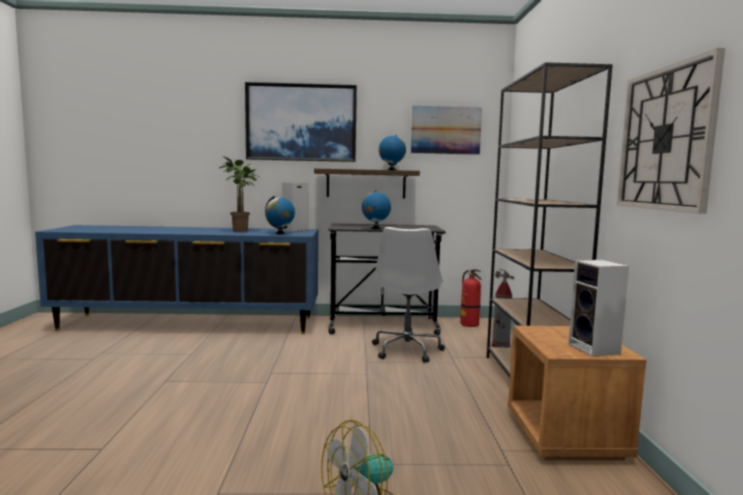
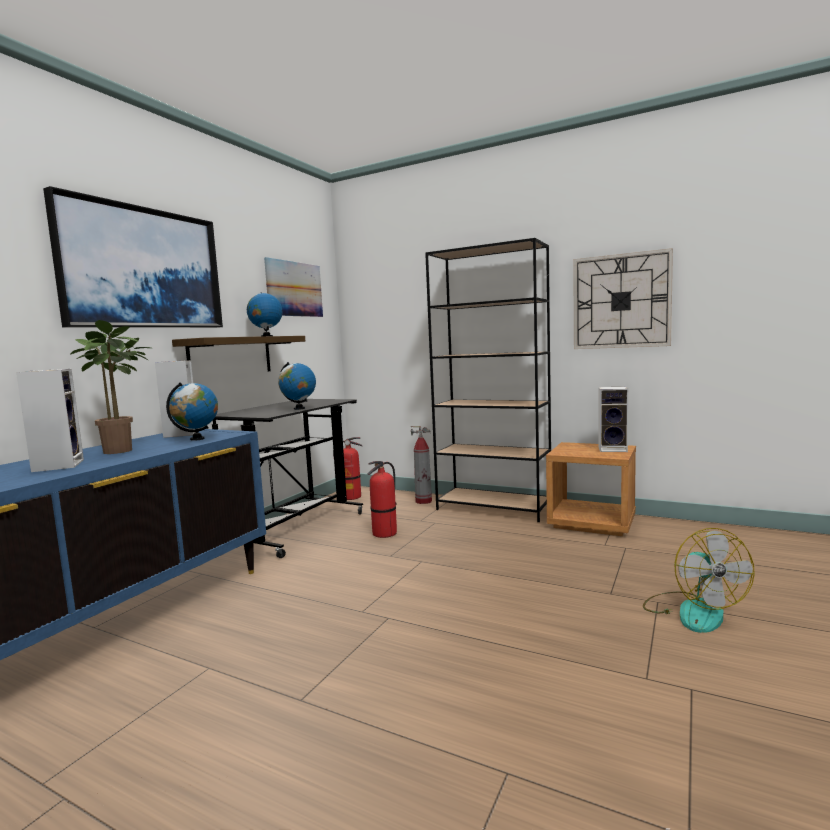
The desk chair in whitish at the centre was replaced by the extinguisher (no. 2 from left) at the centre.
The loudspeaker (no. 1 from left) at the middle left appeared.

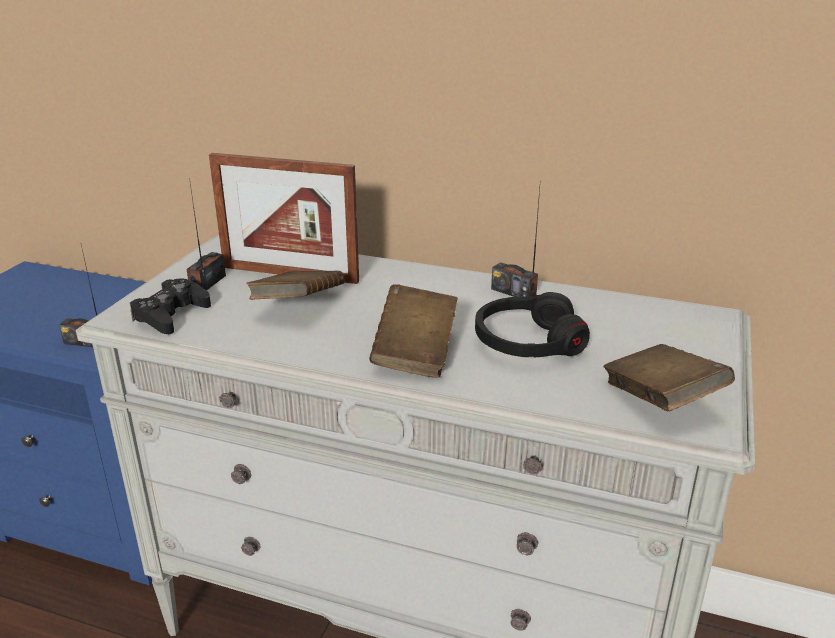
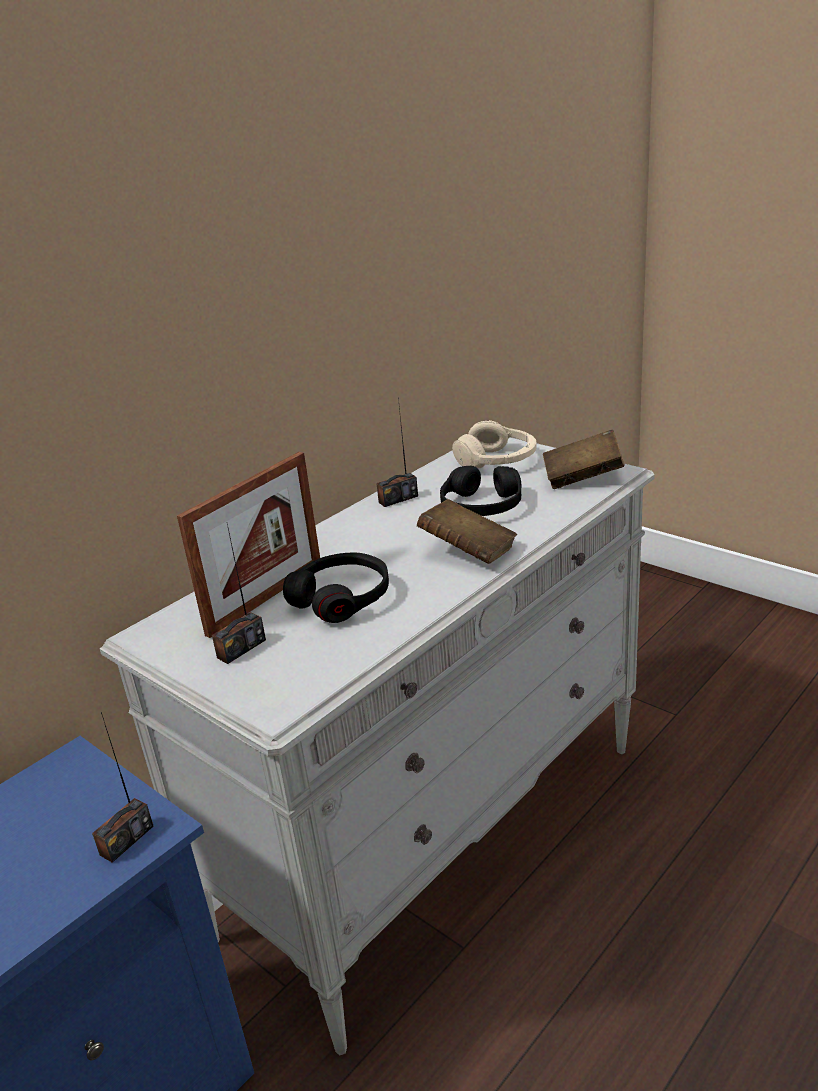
The radio receiver (no. 2 from left) at the middle left turned 90 degrees counterclockwise.
The book in brown-coloured (no. 1 from left) at the centre was replaced by the headset in black (no. 1 from left) at the centre.
The gamepad in black at the middle left disappeared.
The headset in sand-coloured at the centre appeared.

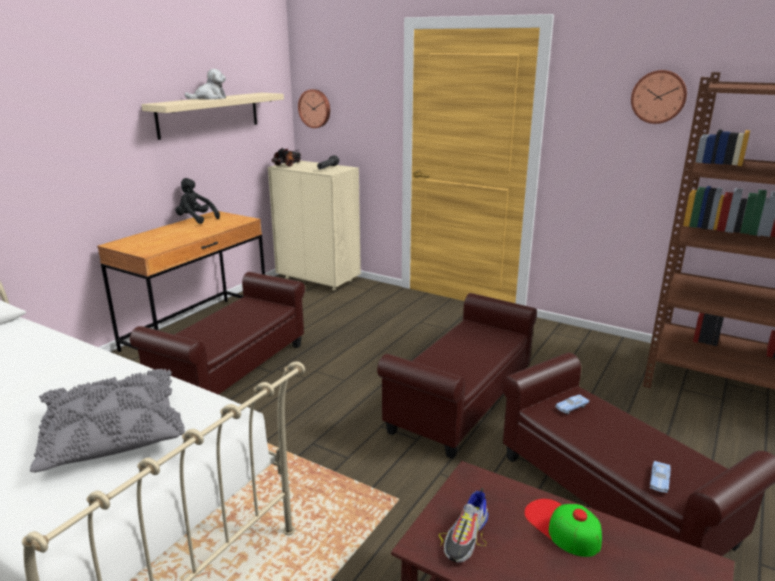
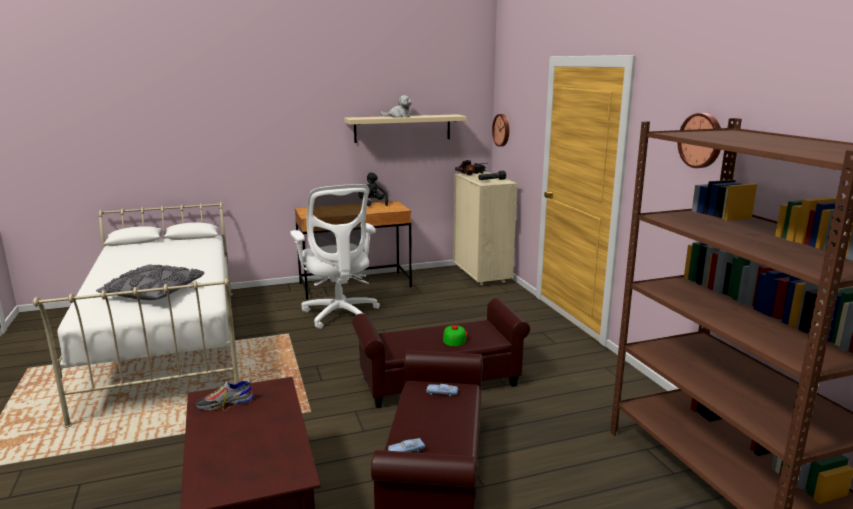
The pouffe in brown-coloured (no. 1 from left) at the middle left was replaced by the desk chair in whitish at the centre.
The peaked cap moved from the bottom right to the centre.

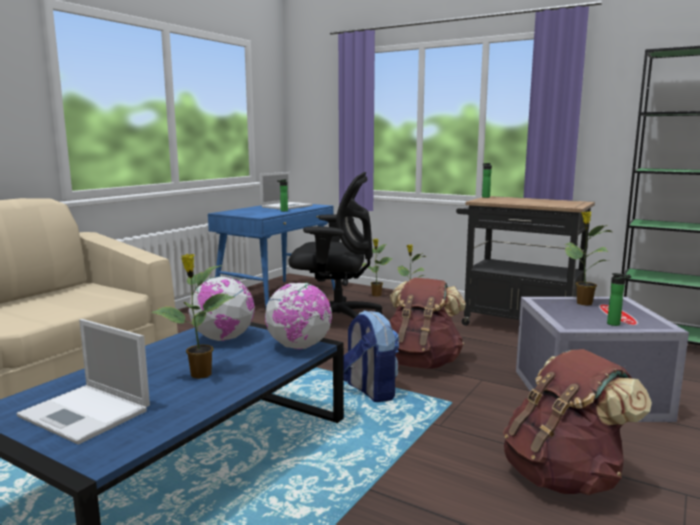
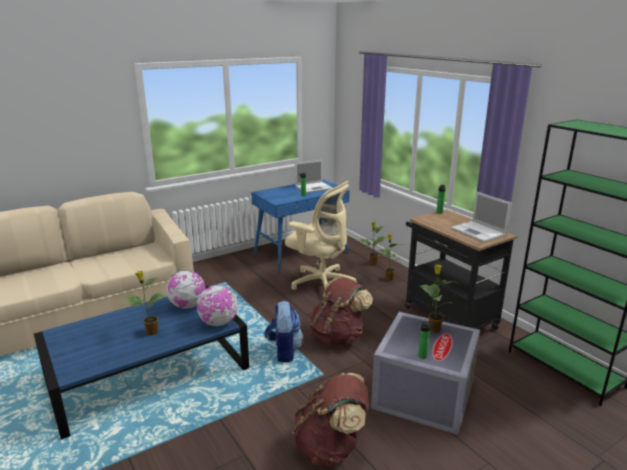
The desk chair in black at the centre became the desk chair in sand-coloured at the centre.
The laptop (no. 1 from left in the first image) moved from the bottom left to the middle right.

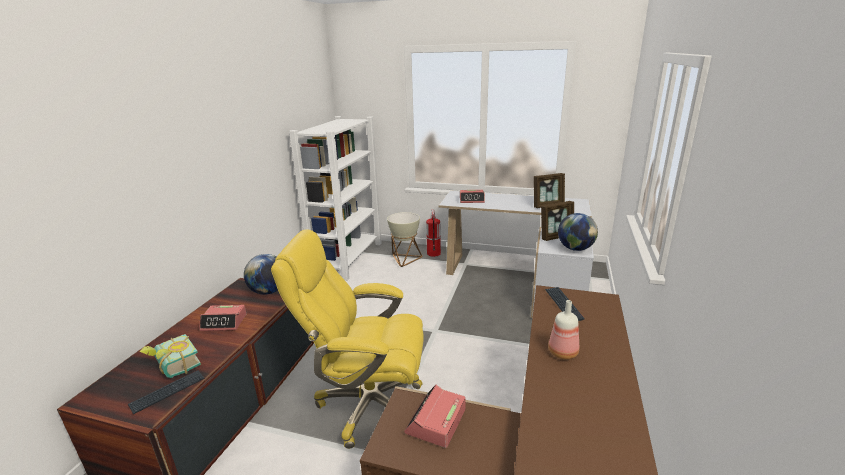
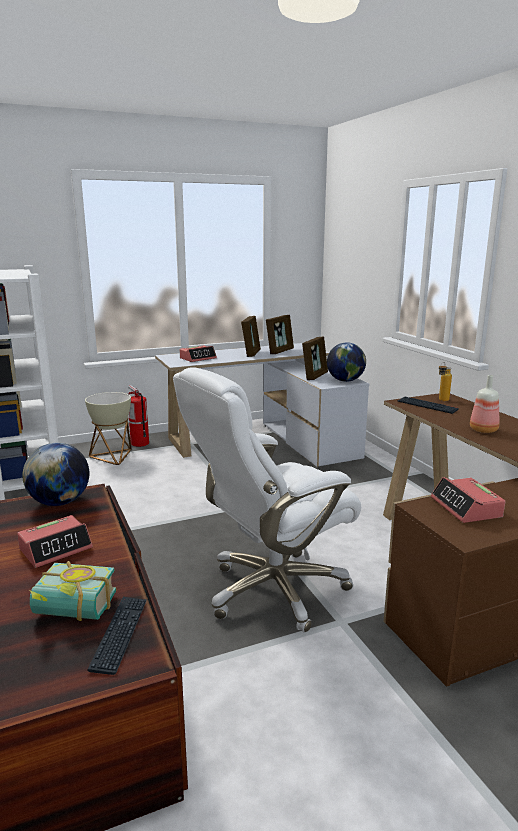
The desk chair in yellow-coloured at the bottom centre became the desk chair in whitish at the centre.
The standing frame (no. 1 from left) at the centre appeared.
The beverage bottle (no. 1 from left) at the middle right appeared.

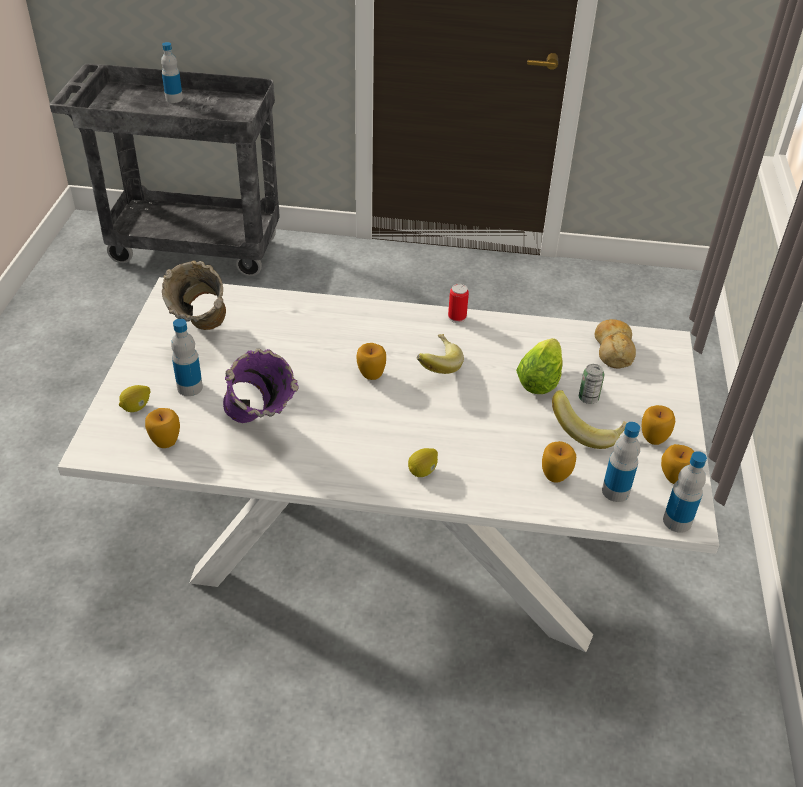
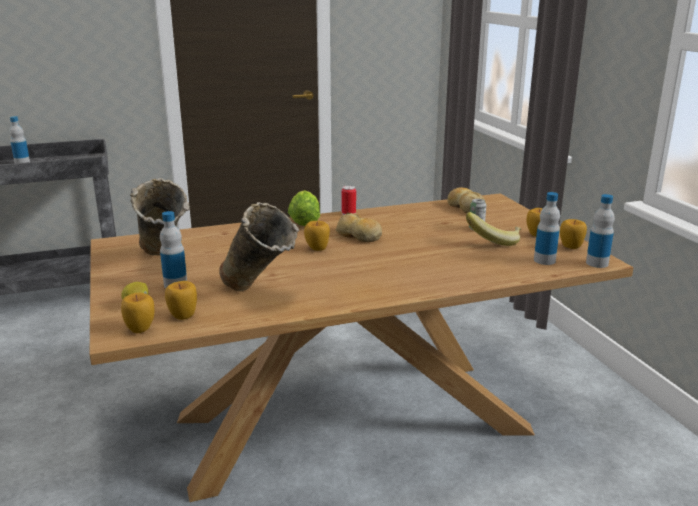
The dining table in whitish at the centre became the dining table in brown-coloured at the bottom centre.
The whole banana (no. 1 from left) at the centre was replaced by the bread (no. 1 from left) at the centre.
The head of lettuce moved from the middle right to the centre.
The vase in purple at the middle left became the vase in sand-coloured (no. 2 from left) at the centre.
The apple fruit (no. 3 from left in the first image) moved from the middle right to the middle left.
The citrus fruit (no. 2 from left) at the centre disappeared.

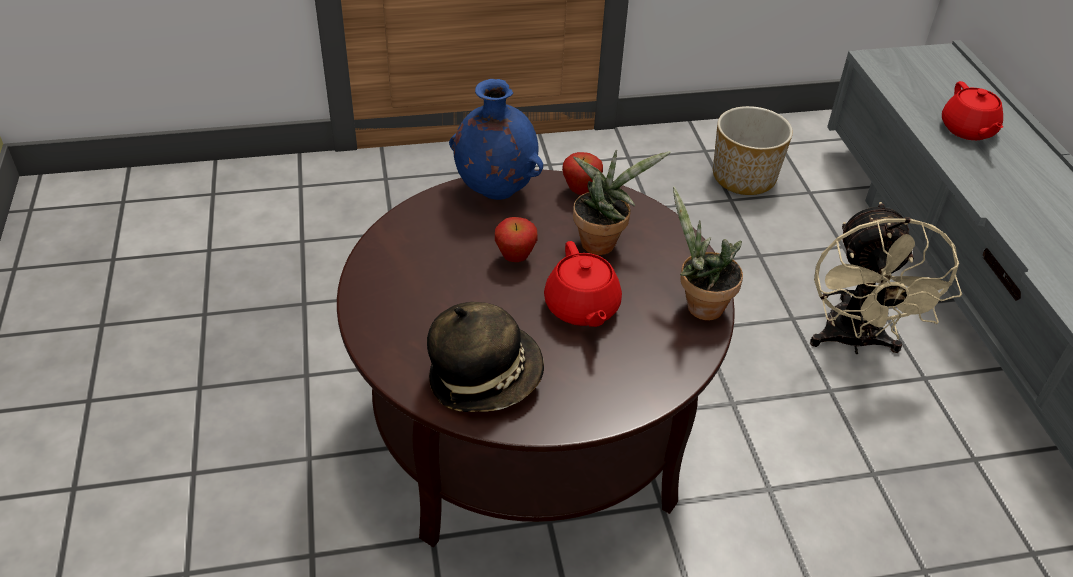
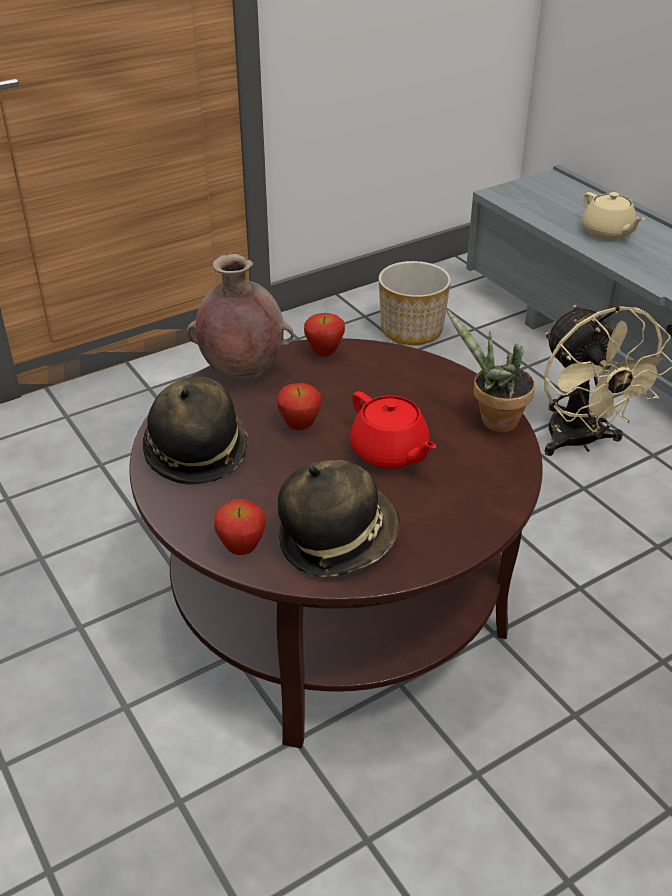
The vase in blue-coloured at the top centre became the vase in brown-coloured at the centre.
The pot for tea in reddish (no. 2 from left) at the top right became the pot for tea in sand-coloured at the top right.
The houseplant (no. 1 from left) at the centre disappeared.
The wearable hat (no. 1 from left) at the middle left appeared.
The apple fruit (no. 1 from left) at the centre appeared.

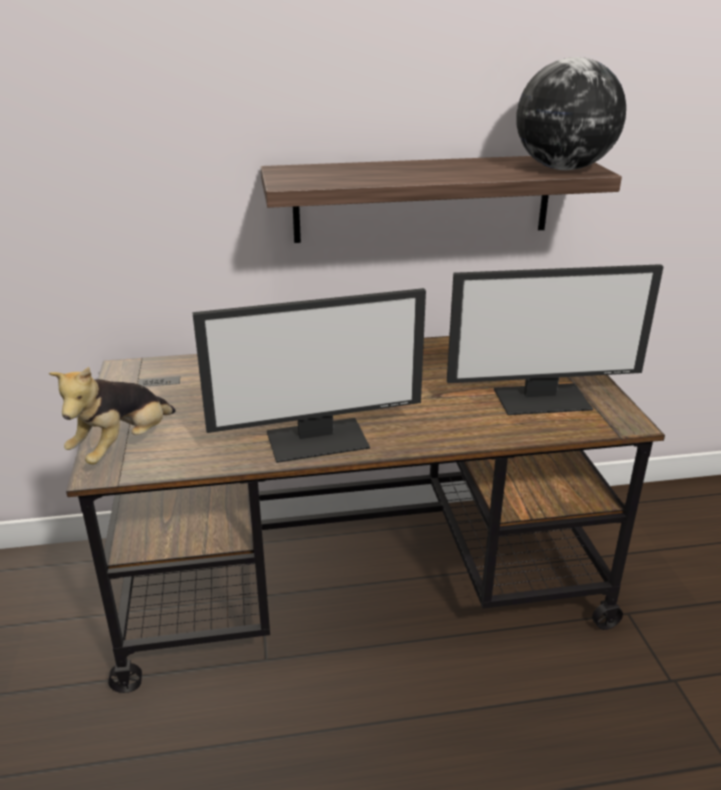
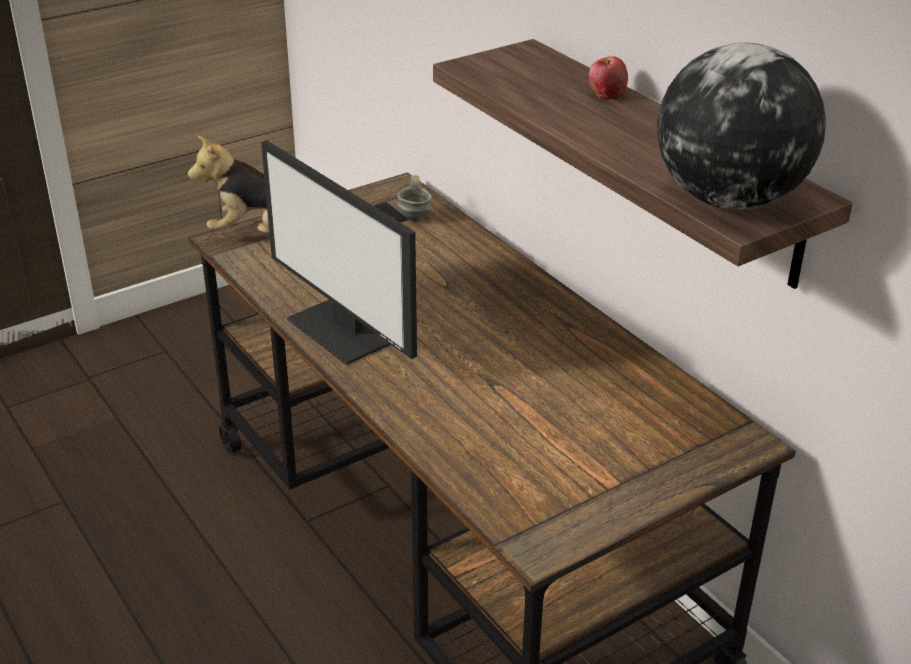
The monitor (no. 2 from left) at the middle right disappeared.
The apple fruit at the top right appeared.
The mug in grey at the top centre appeared.

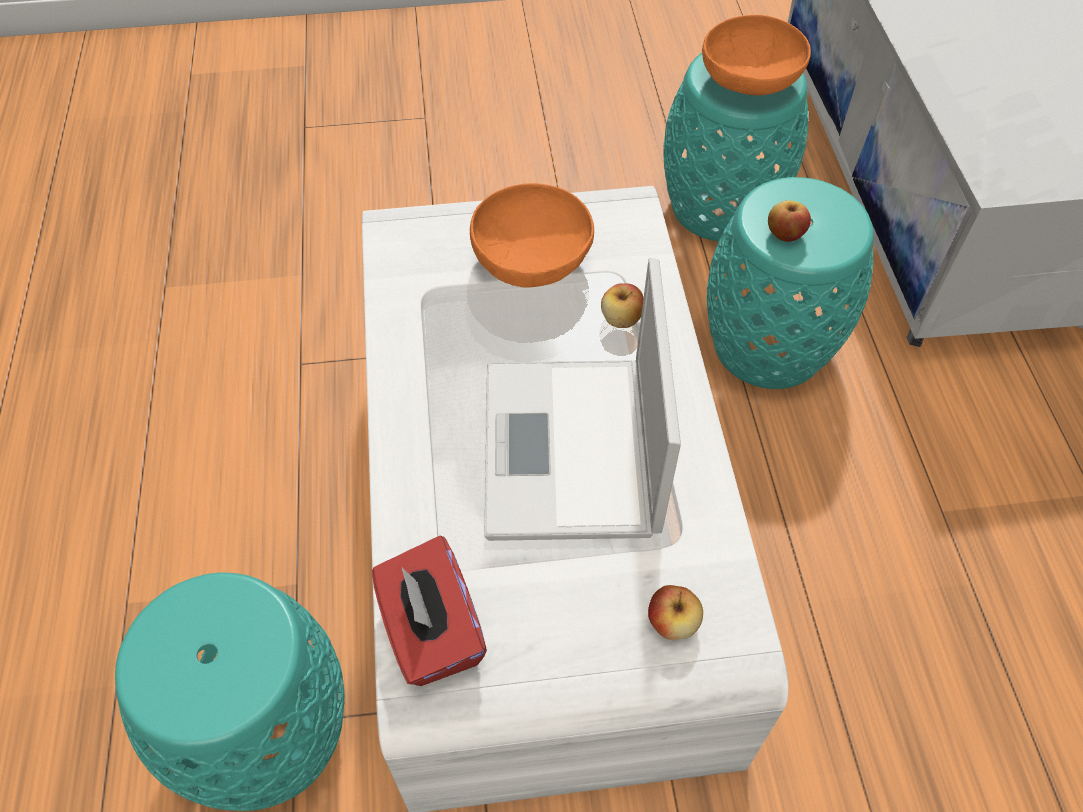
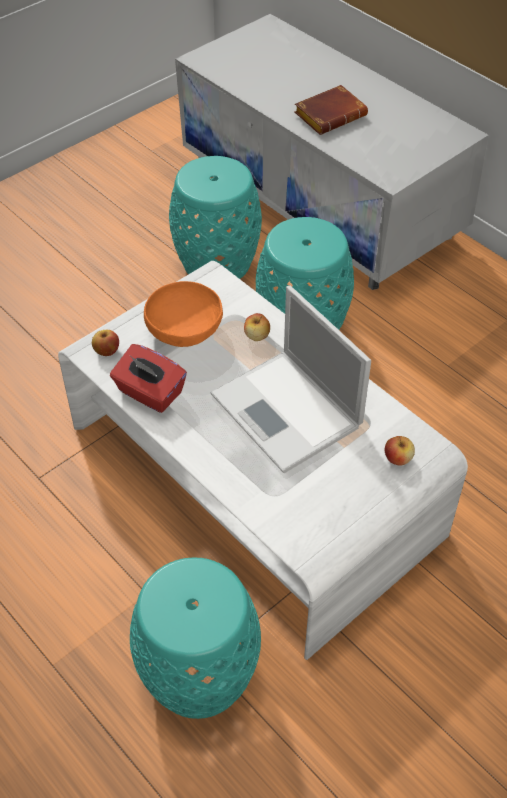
The deep dish in orangey (no. 2 from left) at the top right disappeared.
The apple fruit (no. 3 from left in the first image) moved from the top right to the middle left.
The box of tissues in reddish moved from the bottom centre to the middle left.
The book in brown-coloured at the top centre appeared.

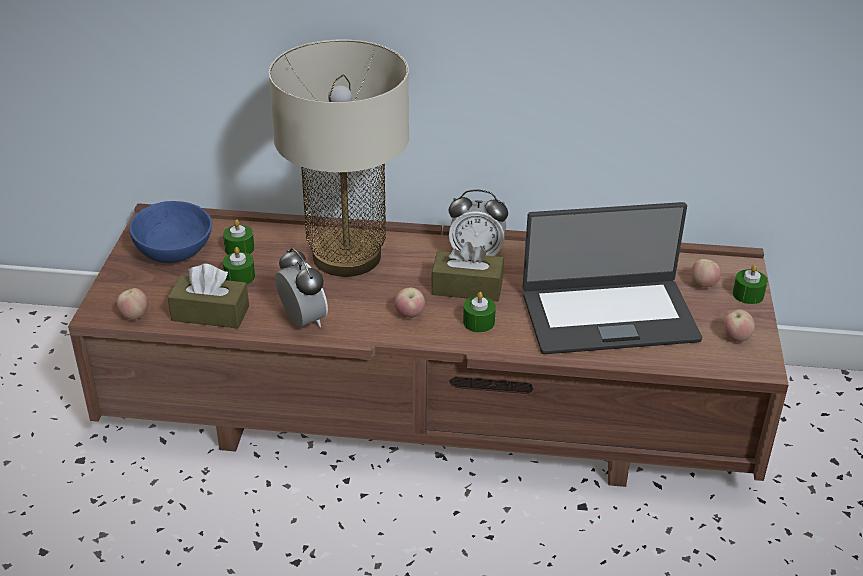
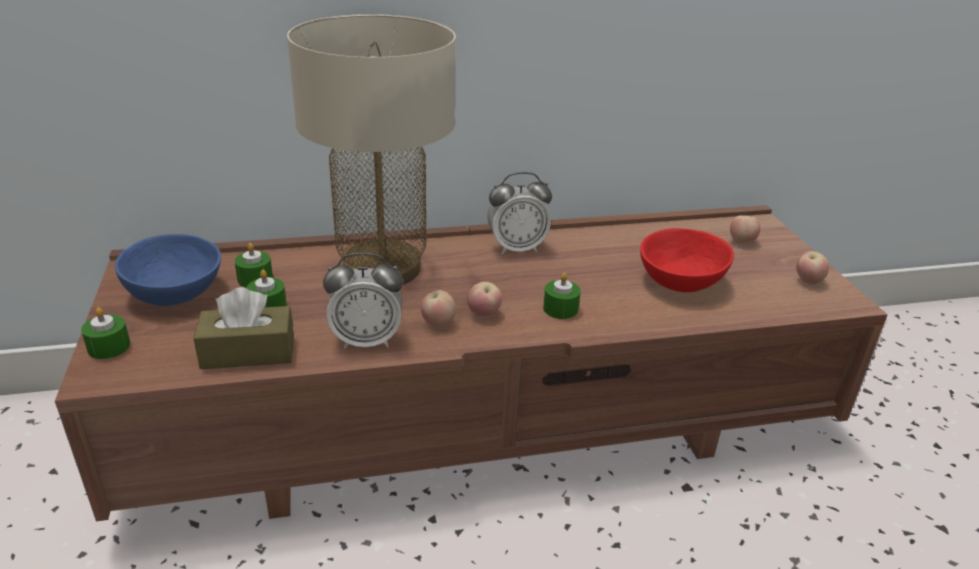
The laptop at the middle right was replaced by the deep dish in reddish at the middle right.
The box of tissues in brown-coloured (no. 2 from left) at the centre disappeared.
The alarm clock (no. 1 from left) at the centre turned 135 degrees clockwise.
The wax candle in green-coloured (no. 4 from left in the first image) moved from the middle right to the middle left.
The apple fruit (no. 1 from left) moved from the middle left to the centre.

